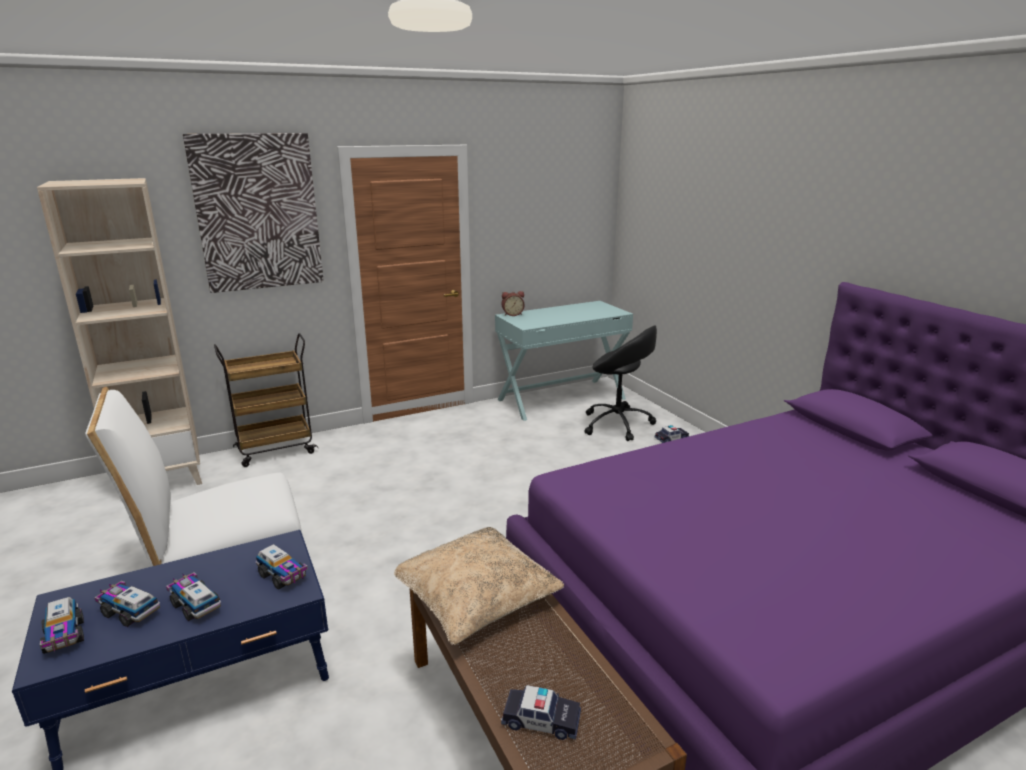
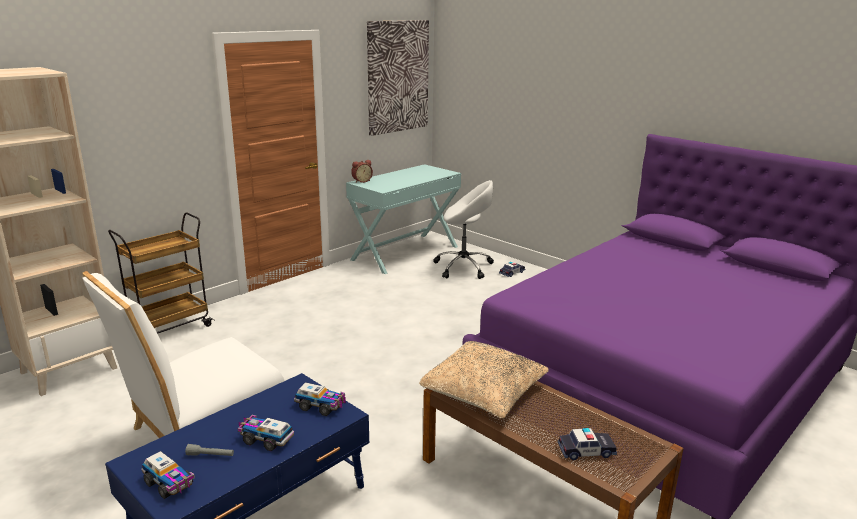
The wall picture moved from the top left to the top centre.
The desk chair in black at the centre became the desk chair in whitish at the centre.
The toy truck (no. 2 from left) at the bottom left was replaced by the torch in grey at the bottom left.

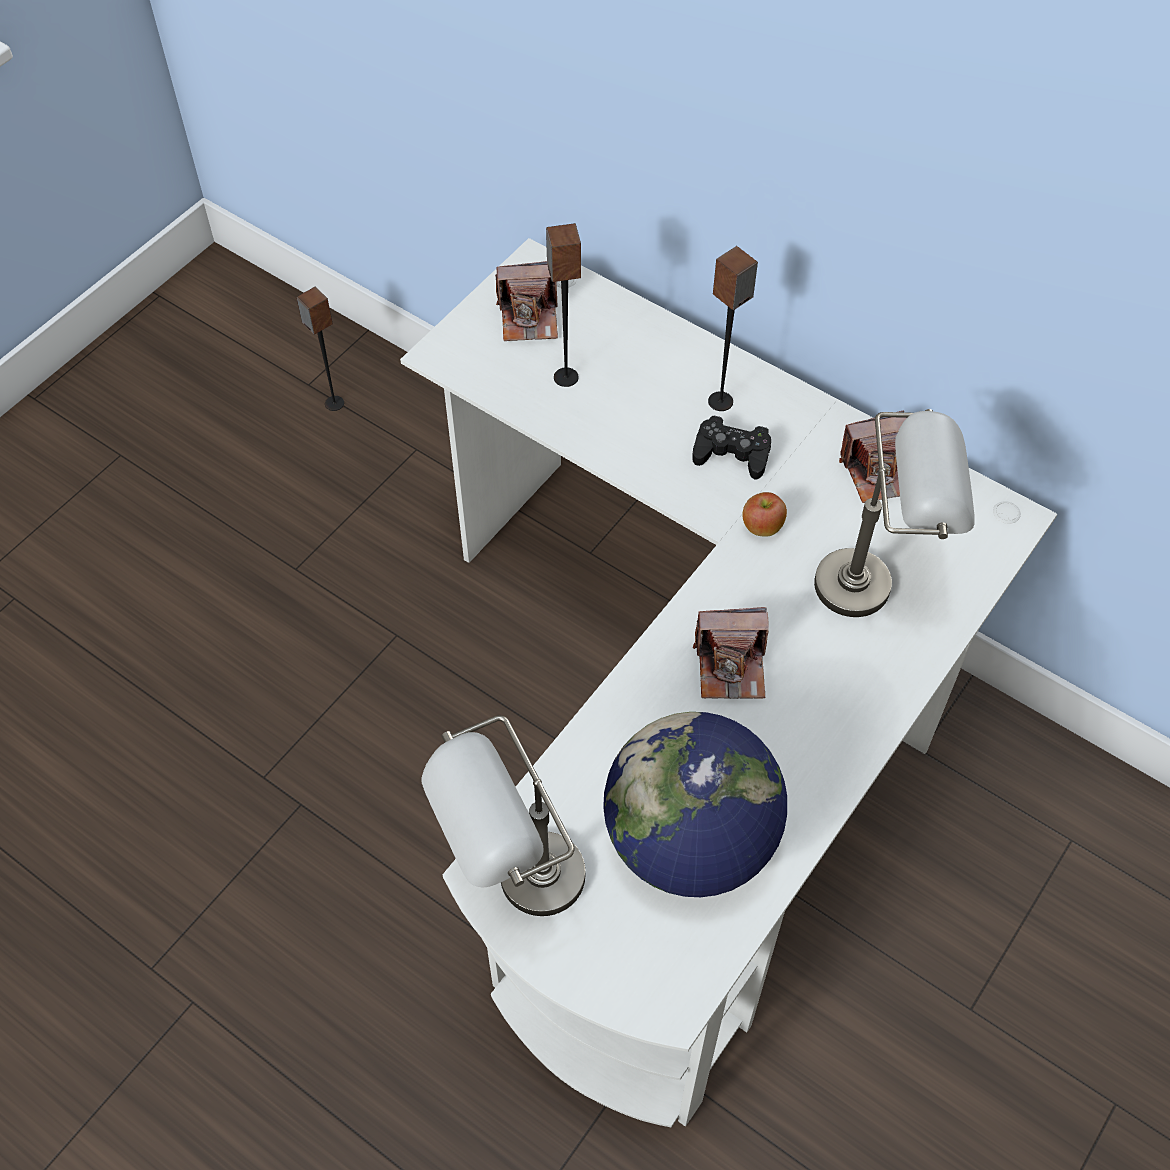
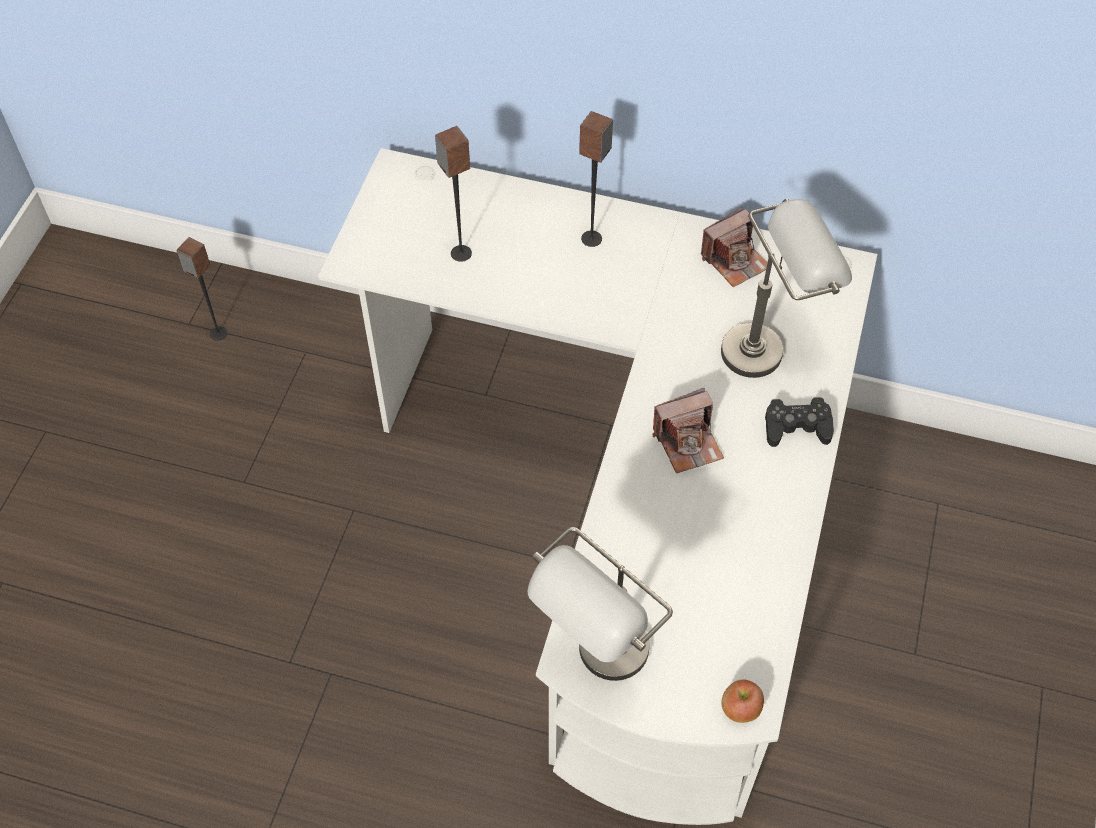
The still camera (no. 1 from left) at the top centre disappeared.
The gamepad in black moved from the centre to the middle right.
The apple fruit moved from the centre to the bottom right.
The desk globe at the bottom centre disappeared.

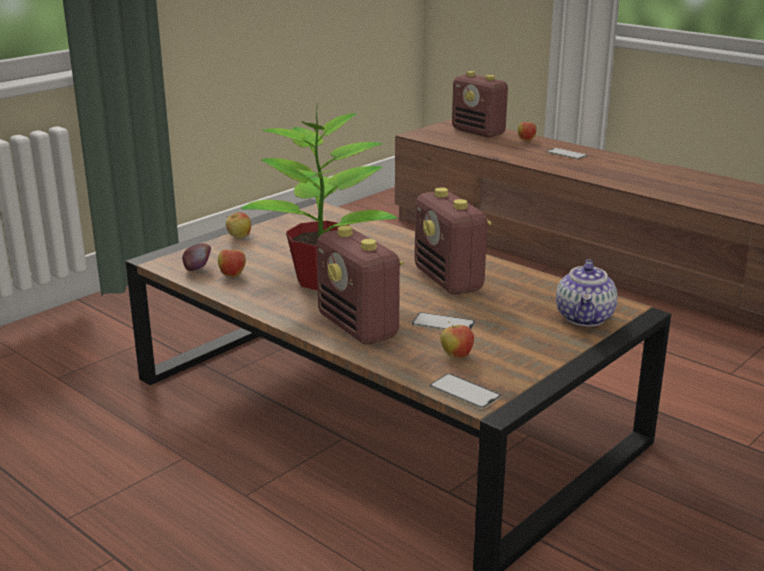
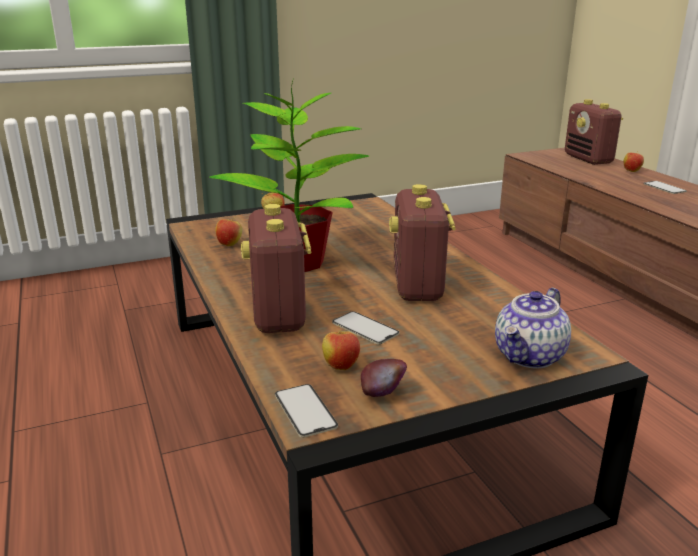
The apple fruit (no. 1 from left in the first image) moved from the middle left to the bottom centre.

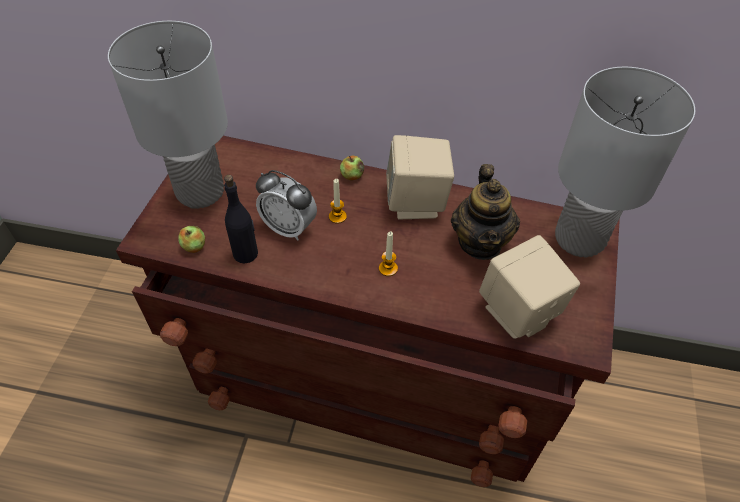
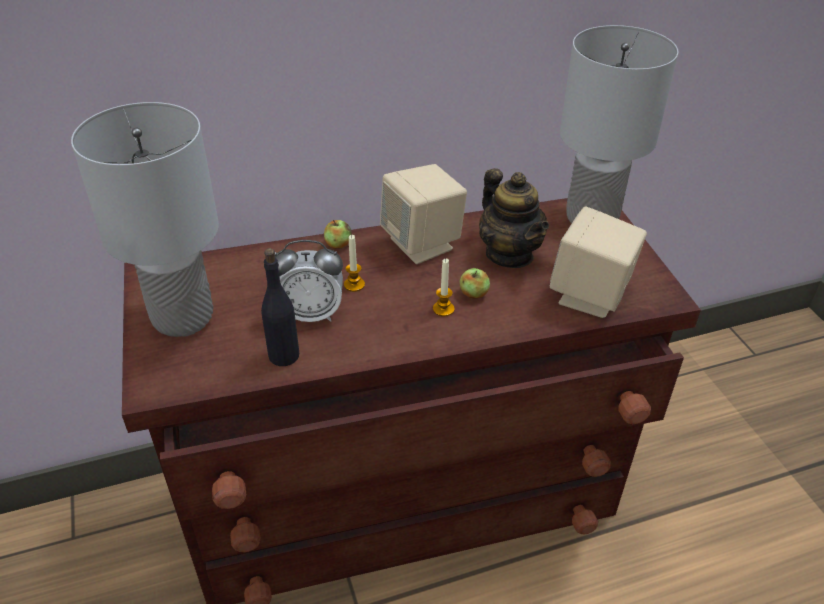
The apple fruit (no. 1 from left in the first image) moved from the middle left to the centre.

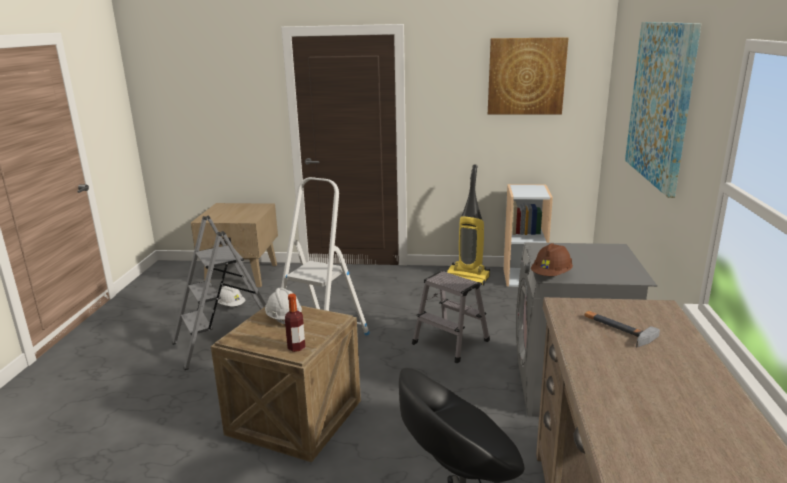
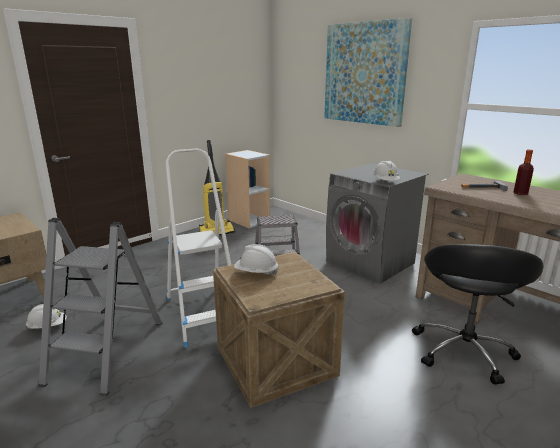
The wall picture (no. 1 from left) at the top right disappeared.
The safety helmet in brown-coloured at the middle right became the safety helmet in whitish (no. 3 from left) at the middle right.
The beverage bottle moved from the bottom centre to the middle right.

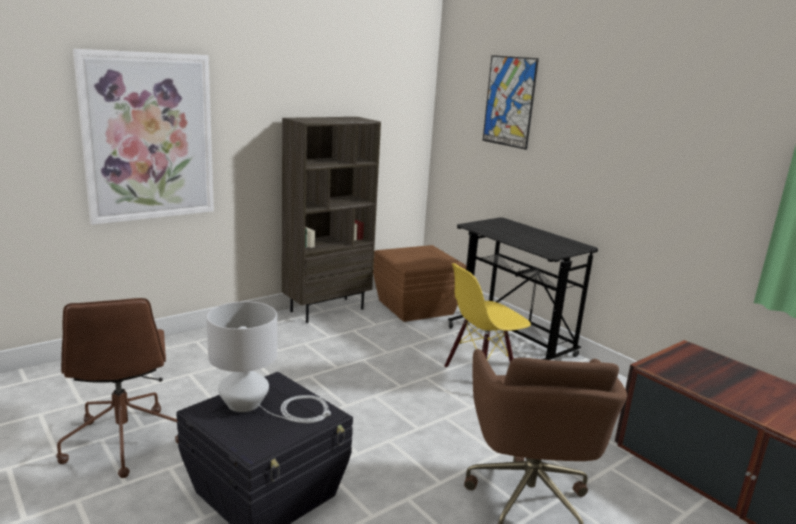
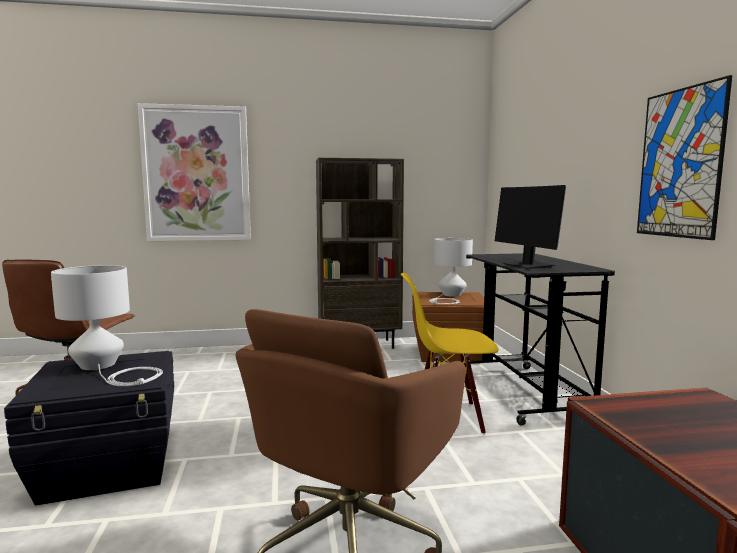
The wall picture (no. 2 from left) moved from the top centre to the top right.
The monitor at the middle right appeared.
The table lamp in whitish (no. 2 from left) at the centre appeared.

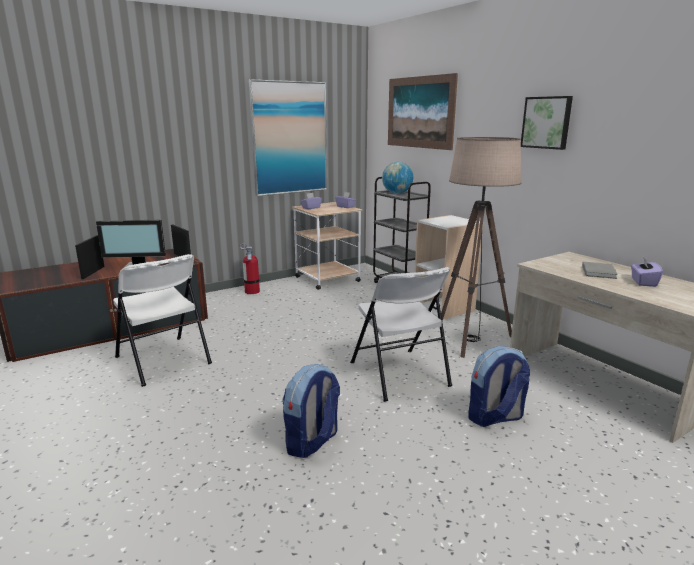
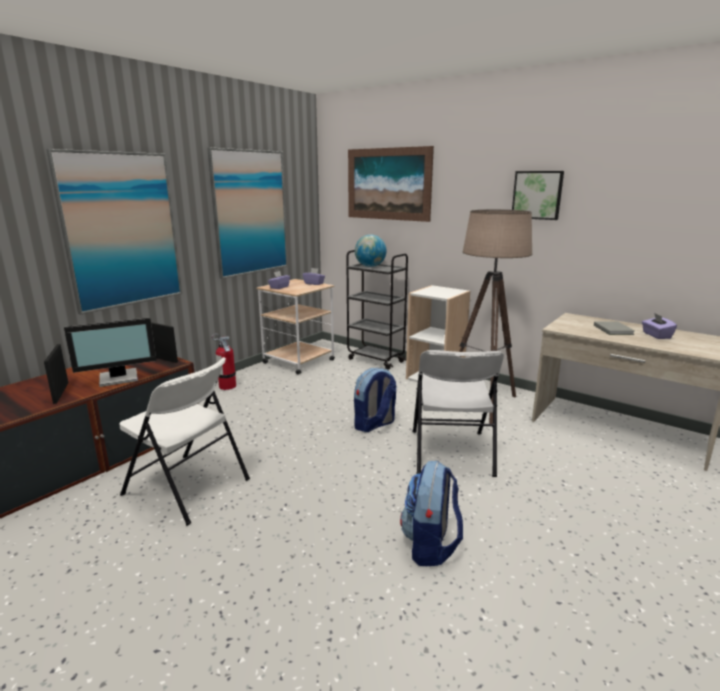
The upright chair in whitish (no. 2 from left) at the centre turned 45 degrees clockwise.
The backpack (no. 2 from left in the first image) moved from the bottom right to the centre.
The wall picture (no. 1 from left) at the middle left appeared.

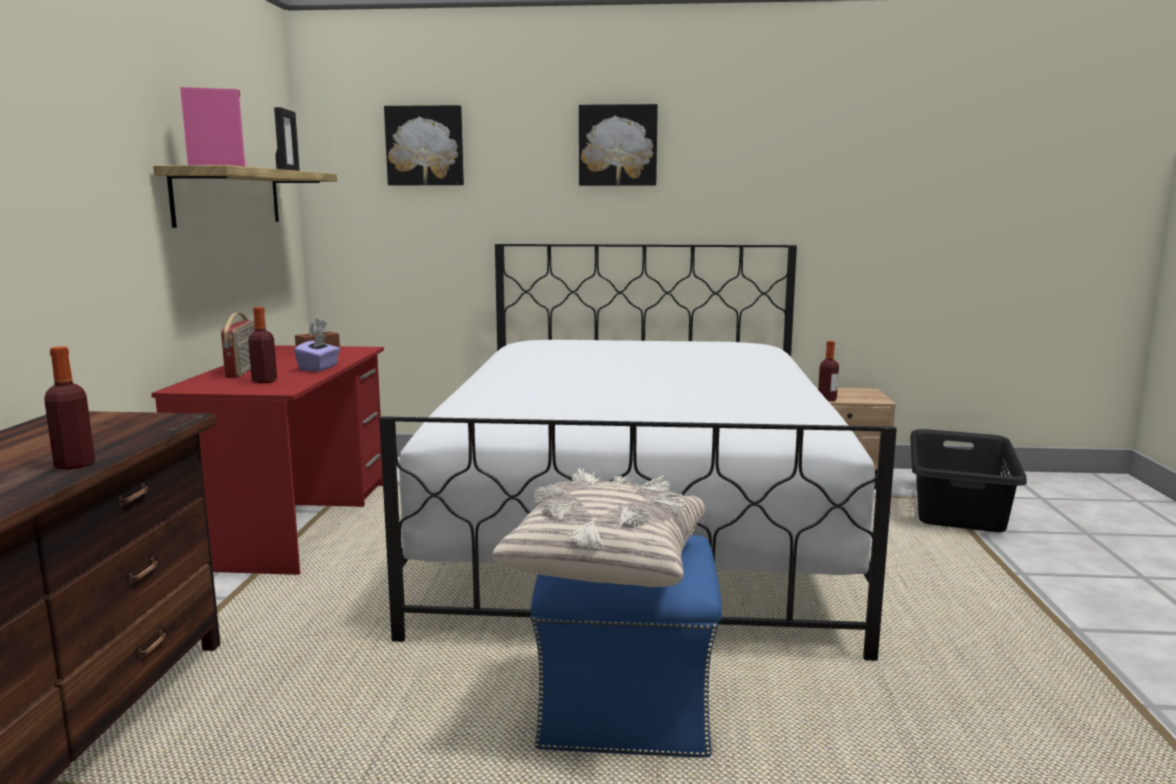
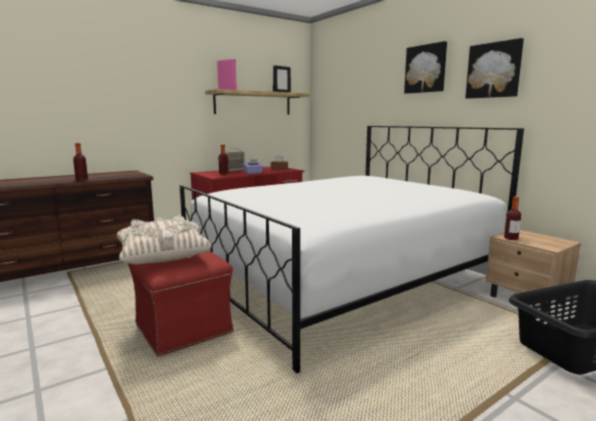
The wall picture (no. 1 from left in the first image) moved from the top centre to the top right.
The pouffe in blue-coloured at the bottom centre became the pouffe in reddish at the bottom left.

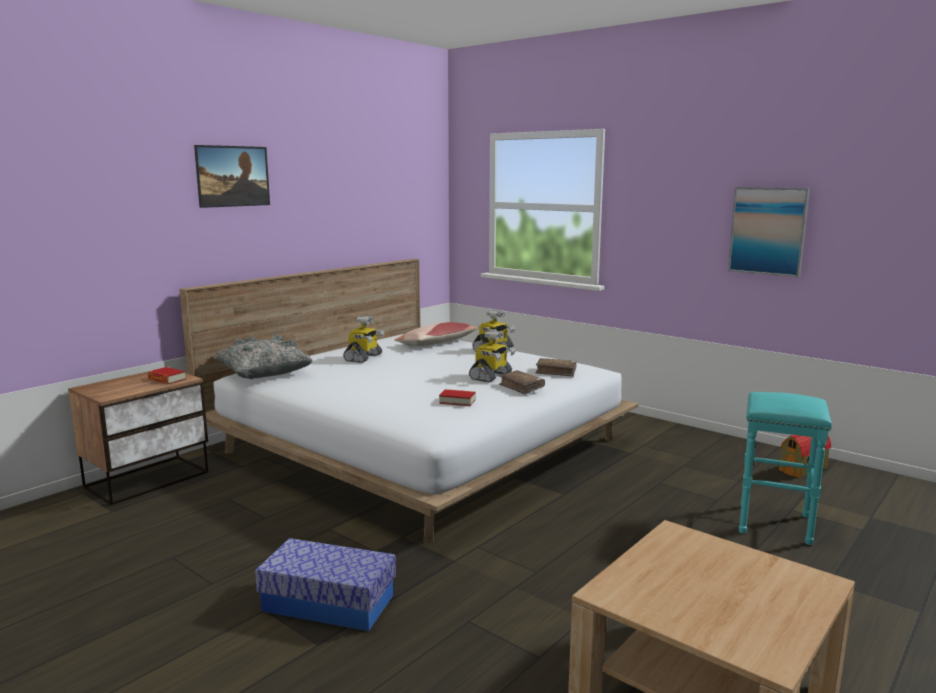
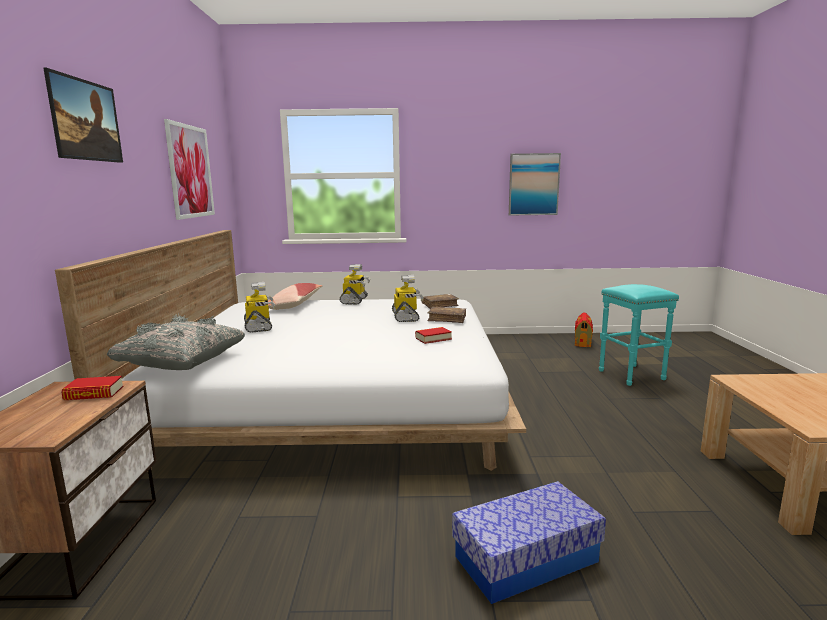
The wall picture (no. 2 from left) at the top left appeared.

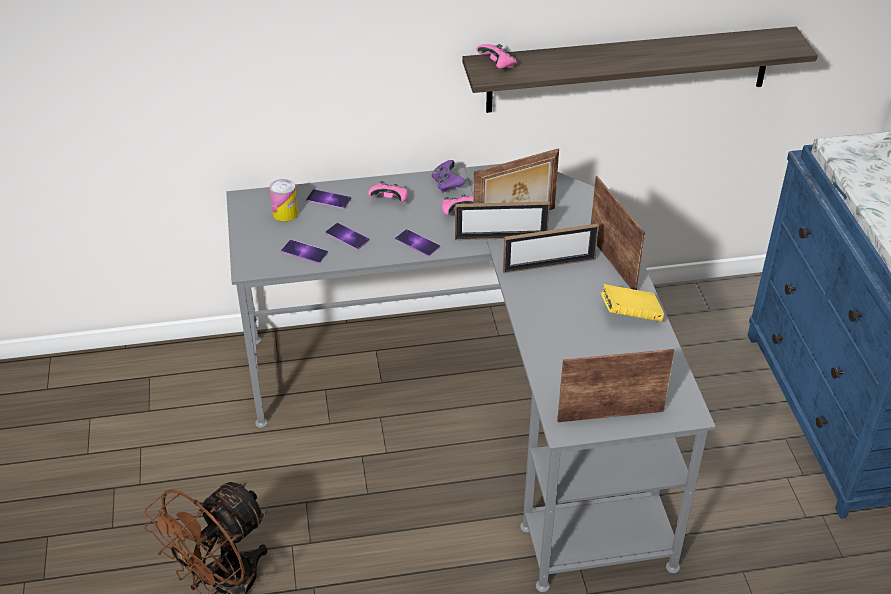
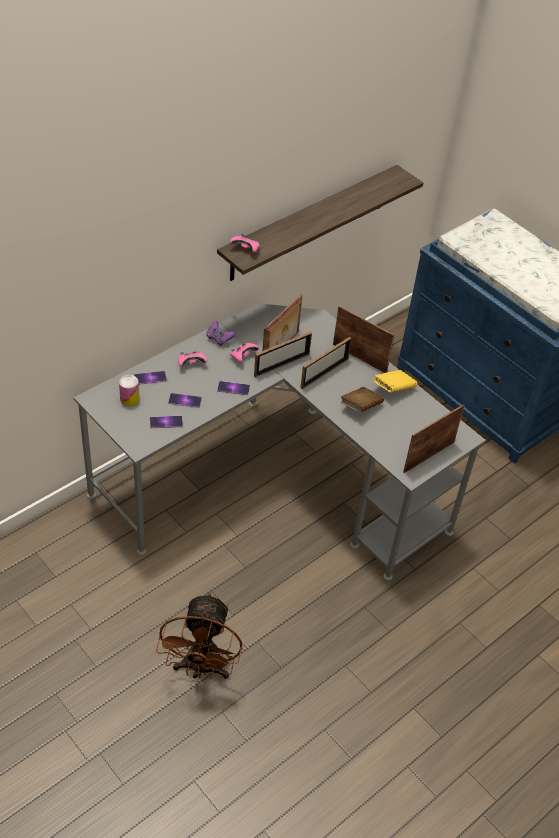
The book in brown-coloured at the centre appeared.

